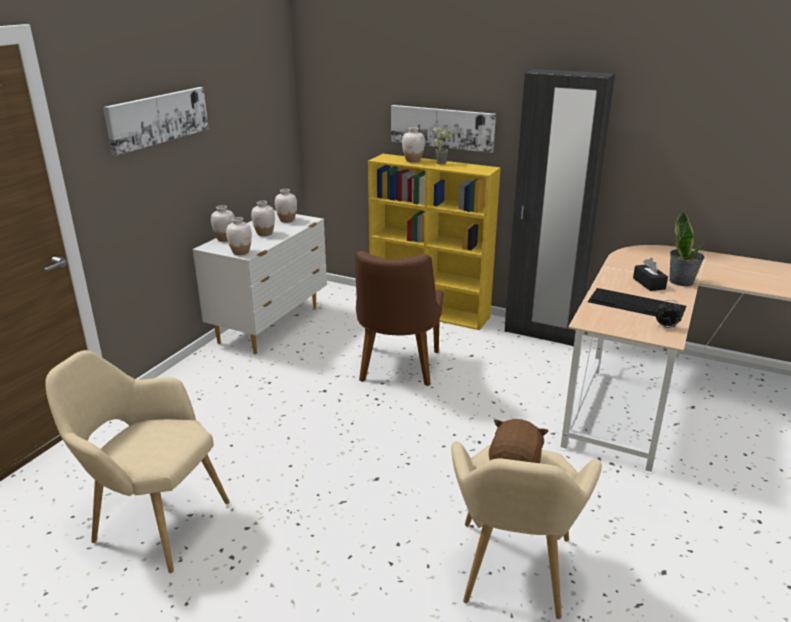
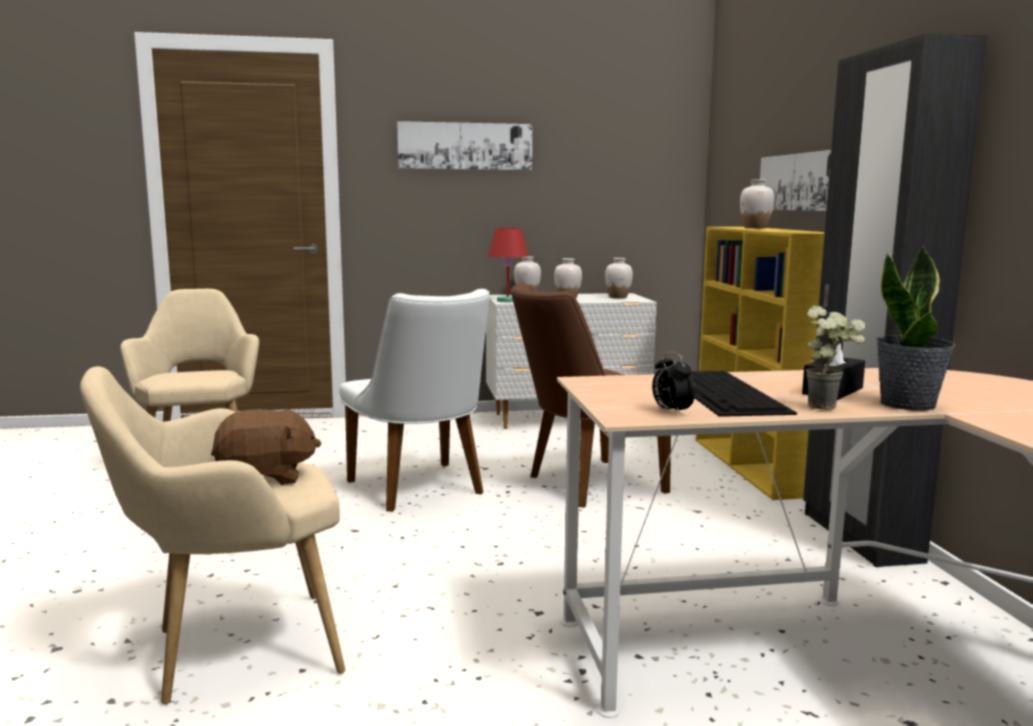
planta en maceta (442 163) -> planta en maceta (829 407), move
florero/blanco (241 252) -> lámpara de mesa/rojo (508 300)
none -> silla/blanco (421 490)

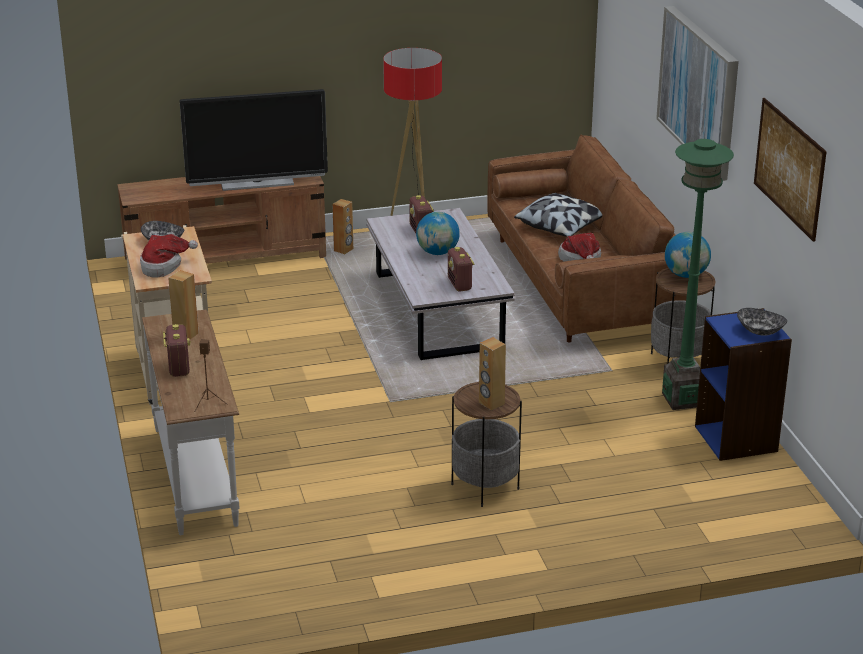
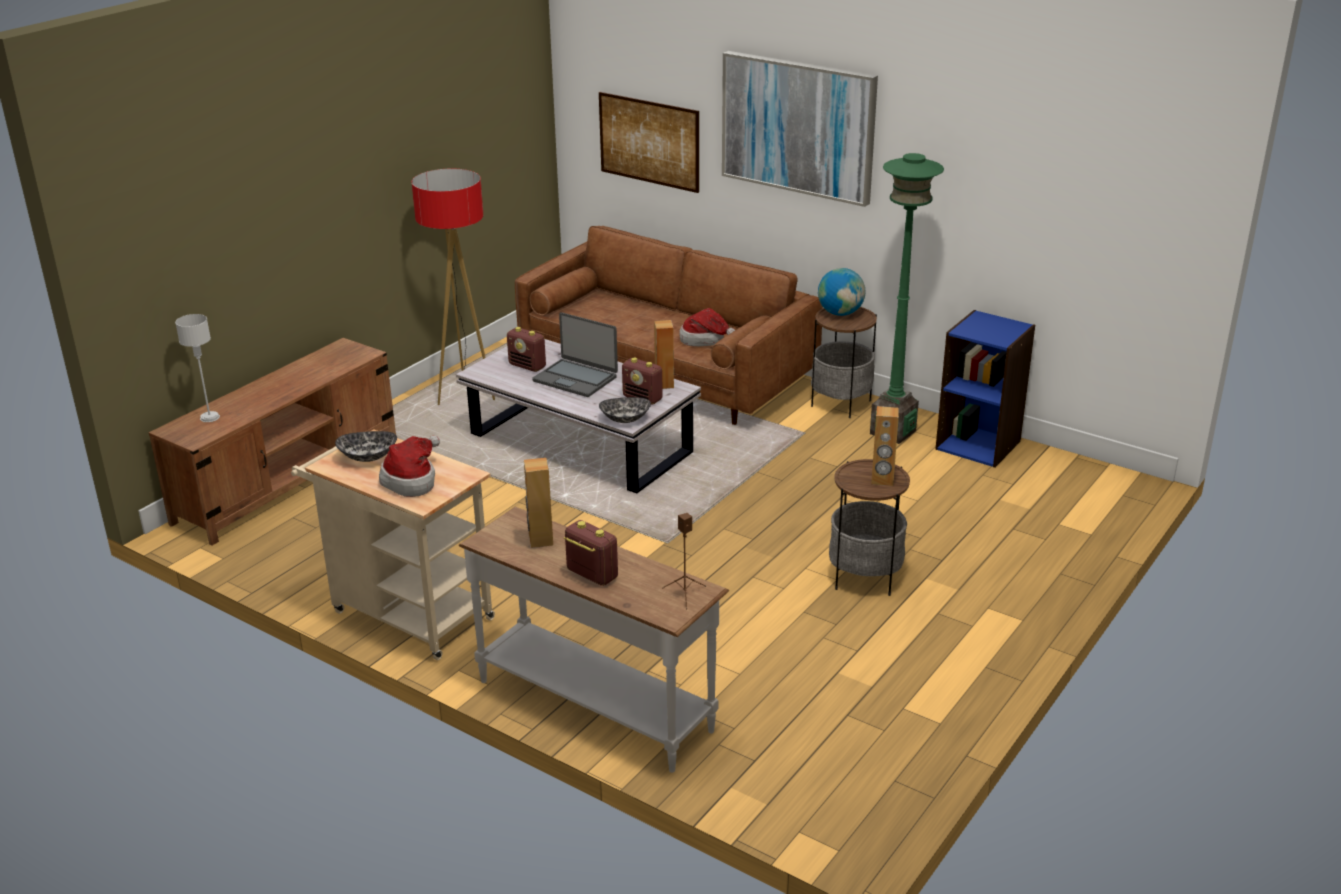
televisor (257 183) -> none
cuadro (789 168) -> cuadro (649 141), move
cojín (561 227) -> none
altavoz/marrón (344 250) -> altavoz/marrón (664 384), move
globo terráqueo (438 252) -> portátil (575 379)
cuenco (760 331) -> cuenco (625 419), move
none -> lámpara de mesa/gris (209 417)

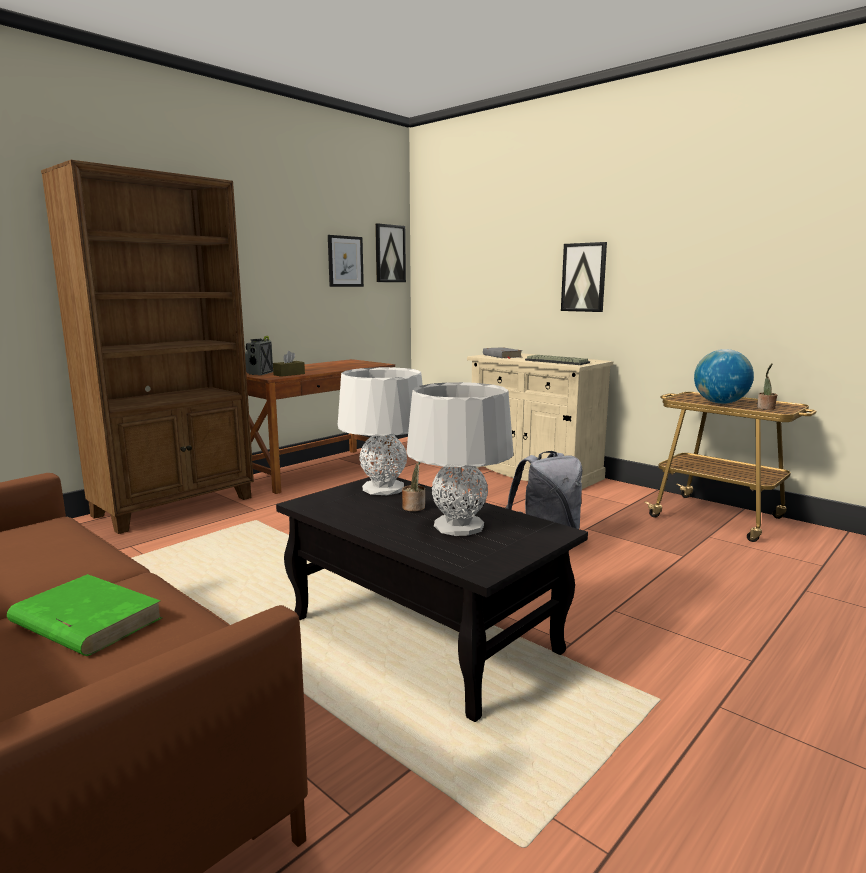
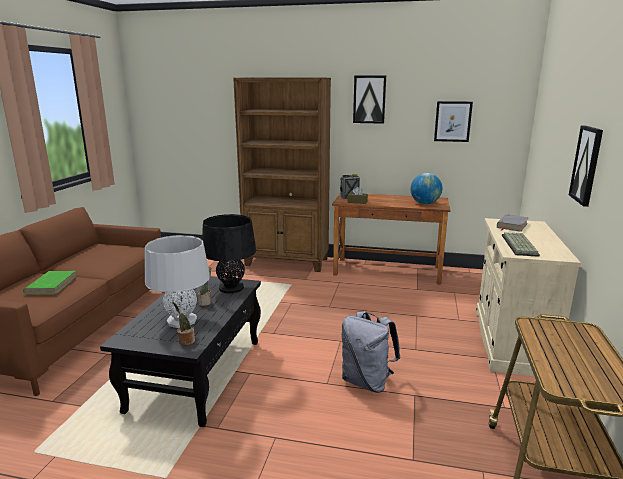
cuadro (389 253) -> cuadro (369 99), move
globo terráqueo (720 403) -> globo terráqueo (425 203), move
planta en maceta (765 408) -> planta en maceta (185 341), move
lámpara de mesa/blanco (384 488) -> lámpara de mesa/negro (231 288)

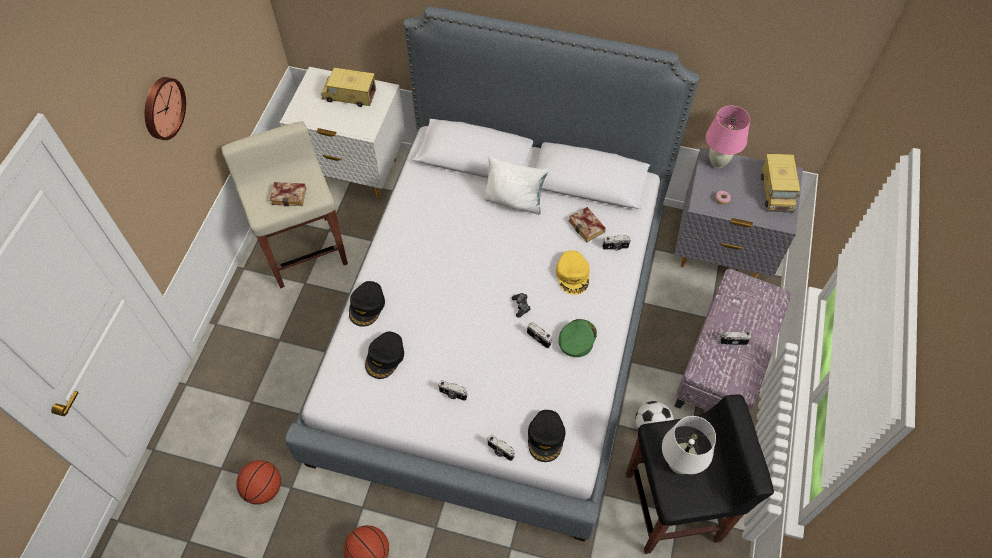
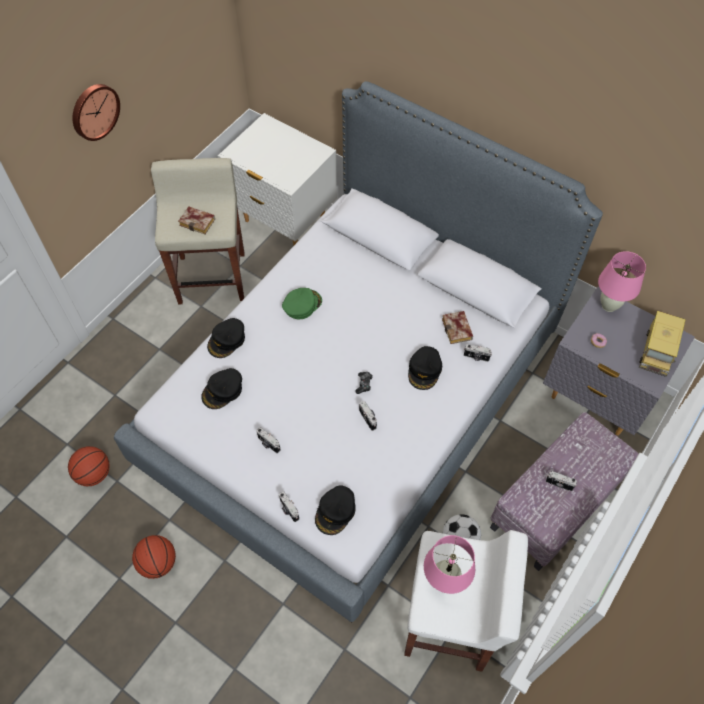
camión de juguete (349 95) -> none
cojín/blanco (514 201) -> none
gorra/amarillo (573 275) -> gorra/negro (425 370)
gorra/verde (577 339) -> gorra/verde (302 304), move
taburete/negro (674 507) -> taburete/blanco (450 622)
lámpara de mesa/blanco (679 465) -> lámpara de mesa/rosa (444 581)

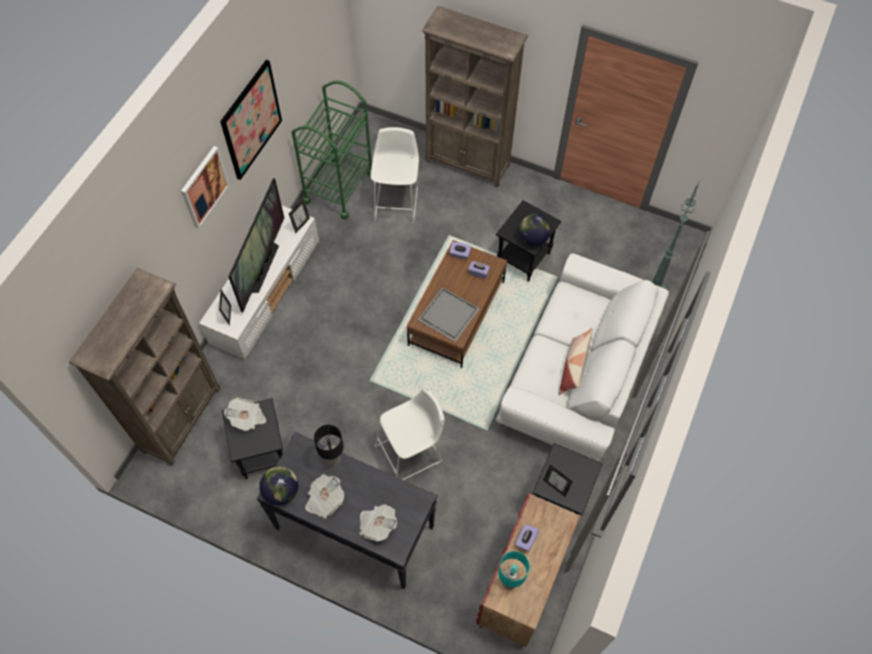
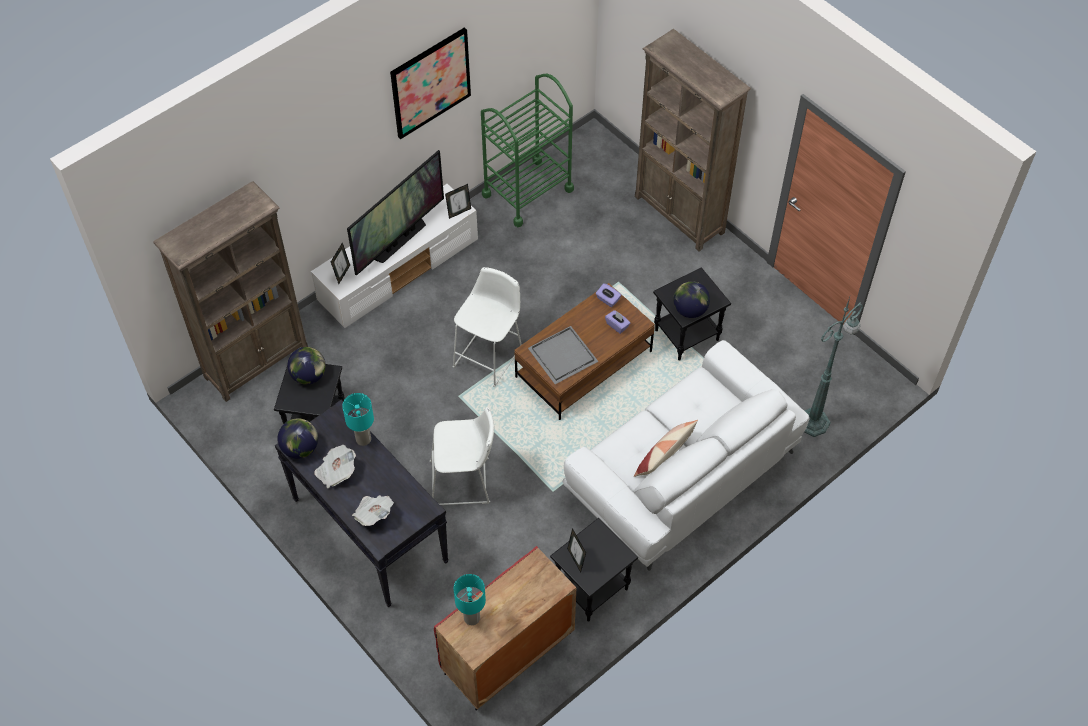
taburete/blanco (397 201) -> taburete/blanco (490 354), move
cuadro (204 187) -> none
periódico (247 418) -> globo terráqueo (309 376)
lámpara de mesa/negro (333 459) -> lámpara de mesa/turquesa (364 439)
caja de pañuelos/morado (526 540) -> none

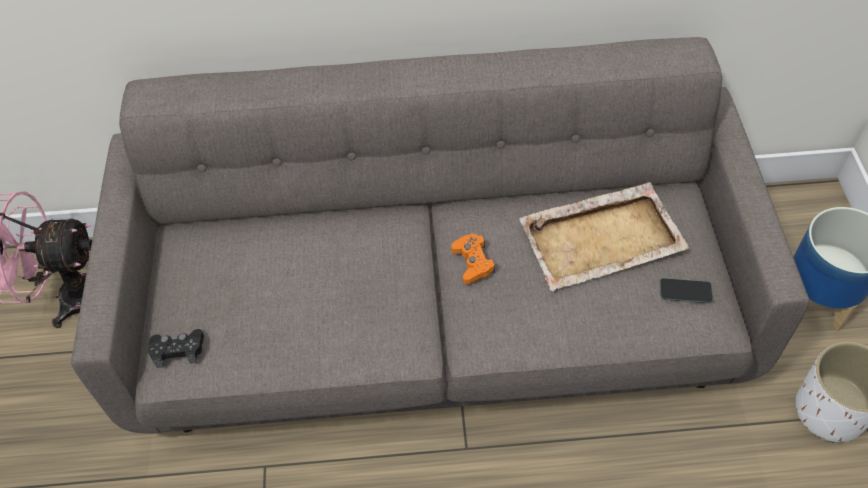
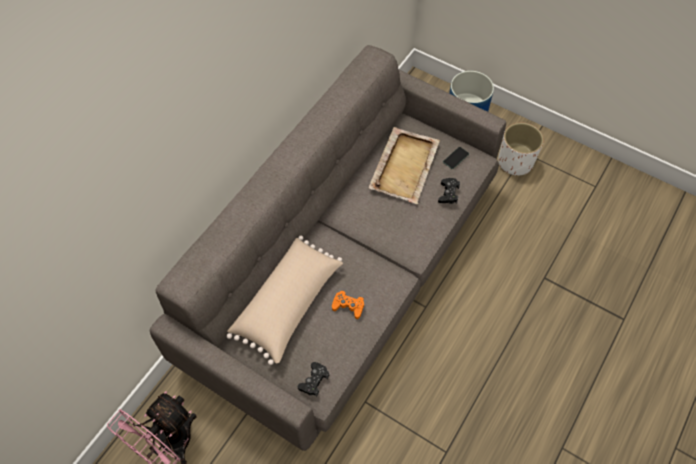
mando de consola/naranja (473 262) -> mando de consola/naranja (348 306), move
none -> mando de consola/negro (448 193)
none -> cojín/beis (289 304)

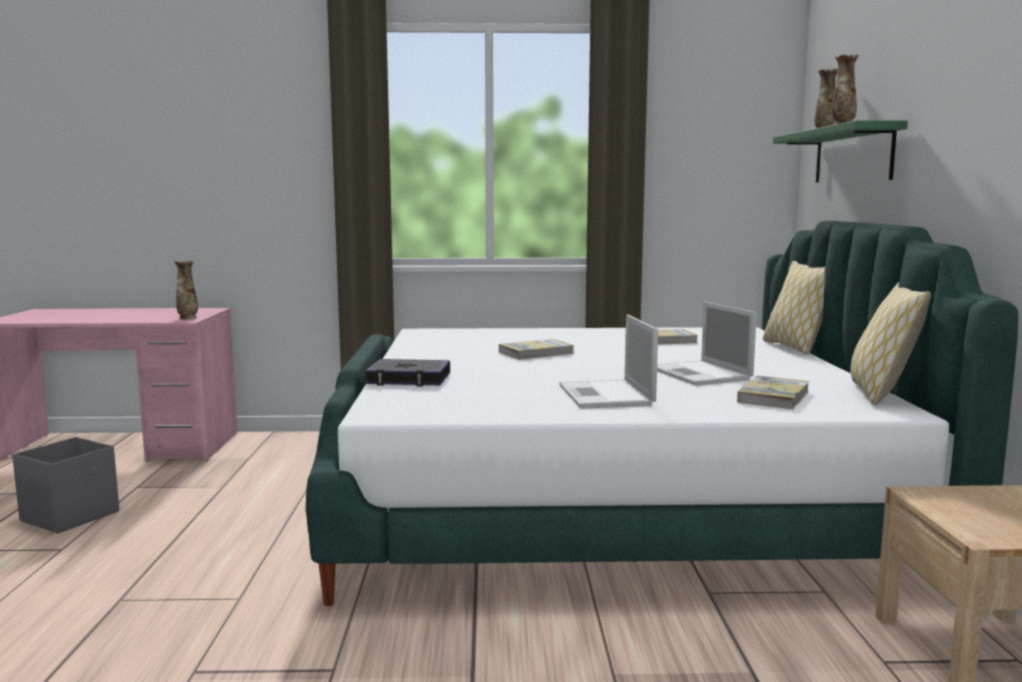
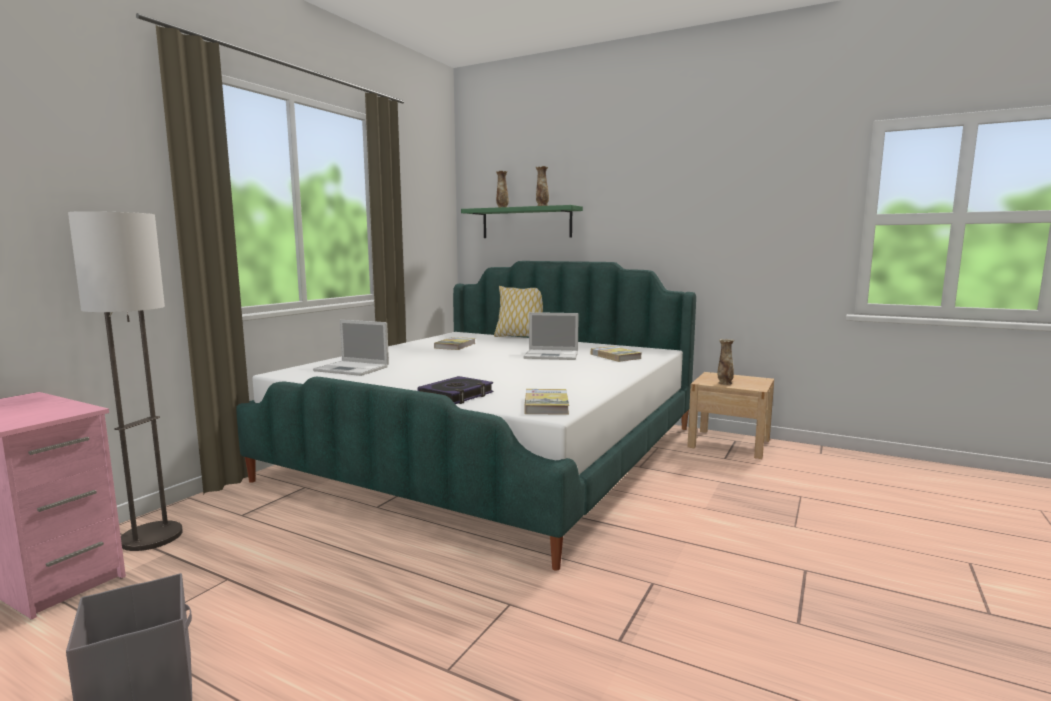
florero (188 318) -> florero (724 383), move
cojín (881 394) -> none
portátil (606 396) -> portátil (353 369), move
libro (536 353) -> libro (546 405), move
none -> lámpara de pie (151 537)

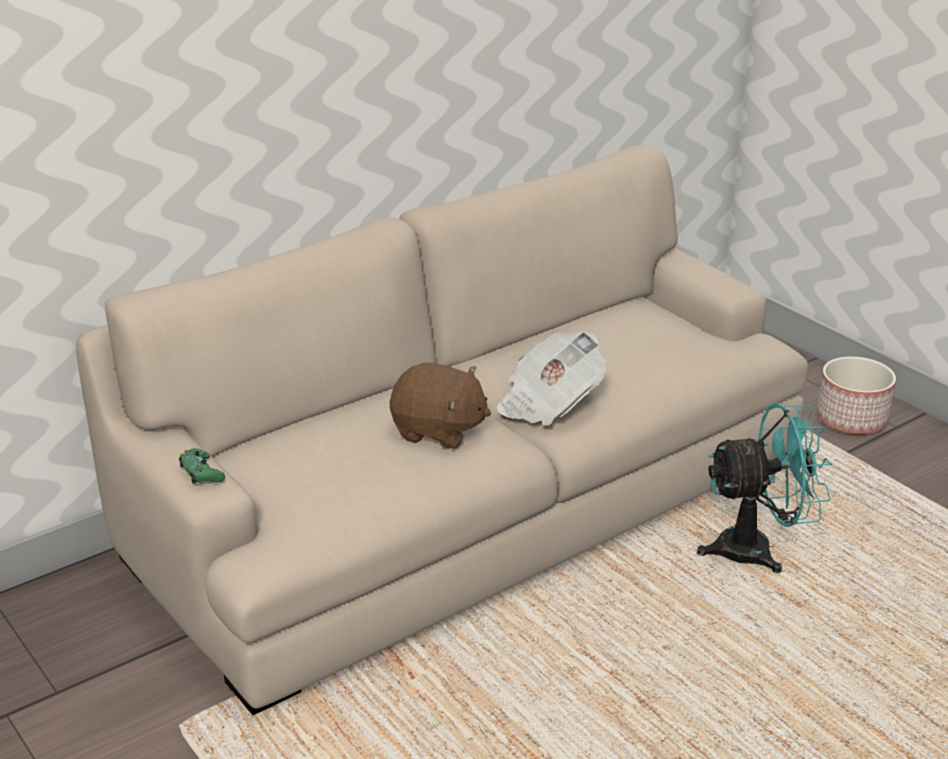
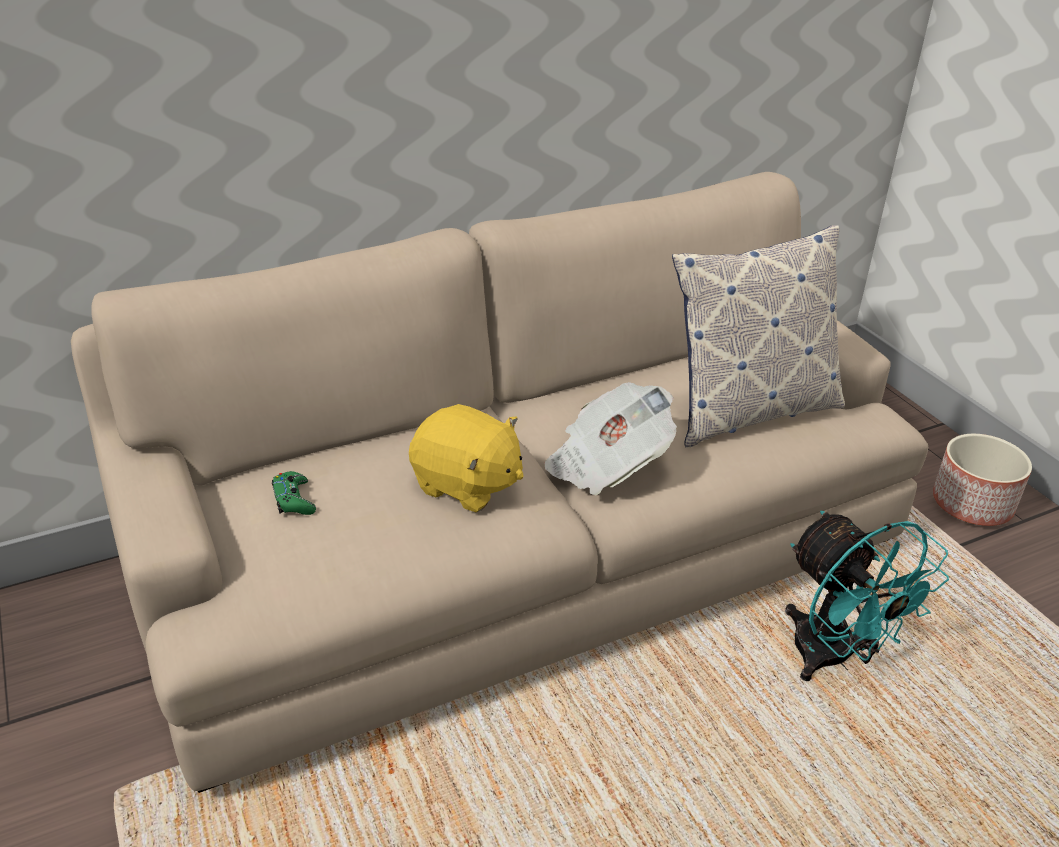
peluche/marrón (438 431) -> peluche/amarillo (467 485)
ventilador/turquesa (758 549) -> ventilador/turquesa (834 658), 60 degrees clockwise
mando de consola/verde (201 473) -> mando de consola/verde (294 500), move
none -> cojín (749 411)

